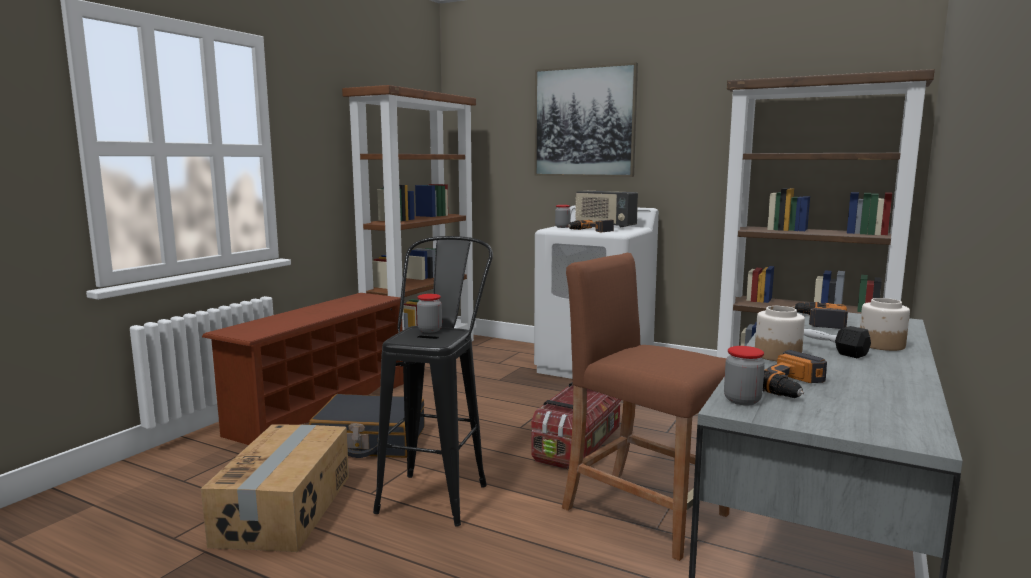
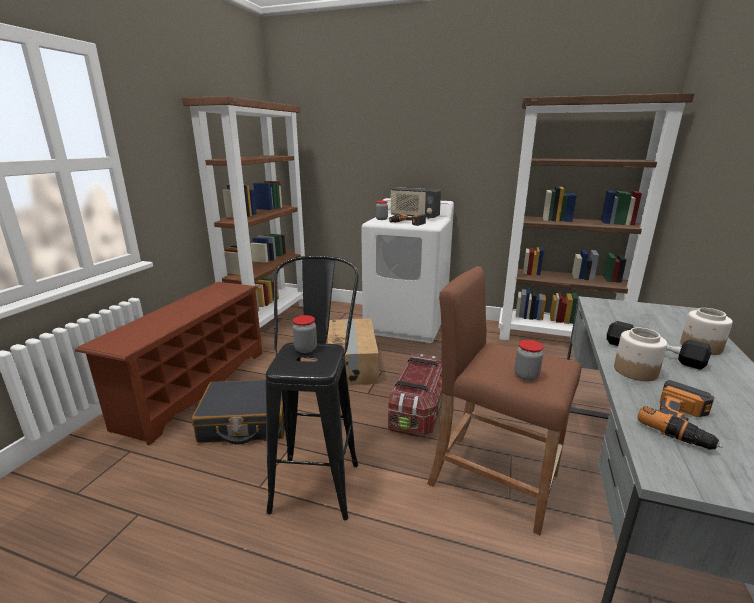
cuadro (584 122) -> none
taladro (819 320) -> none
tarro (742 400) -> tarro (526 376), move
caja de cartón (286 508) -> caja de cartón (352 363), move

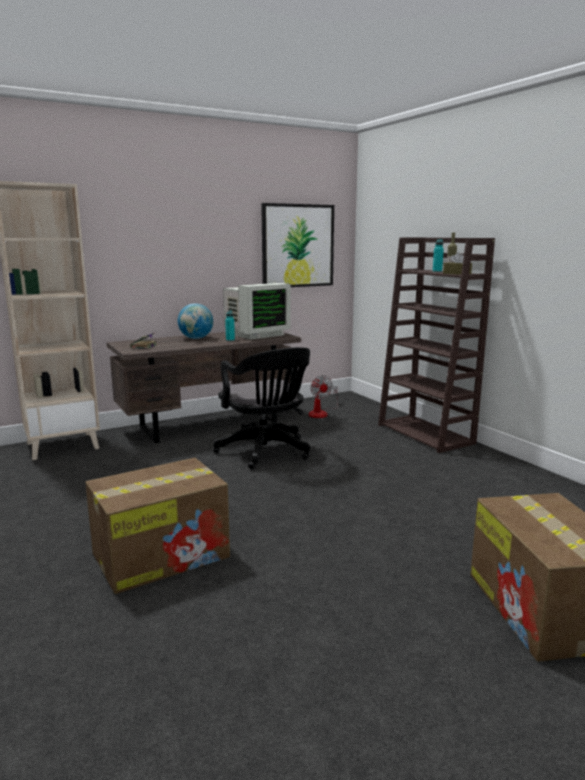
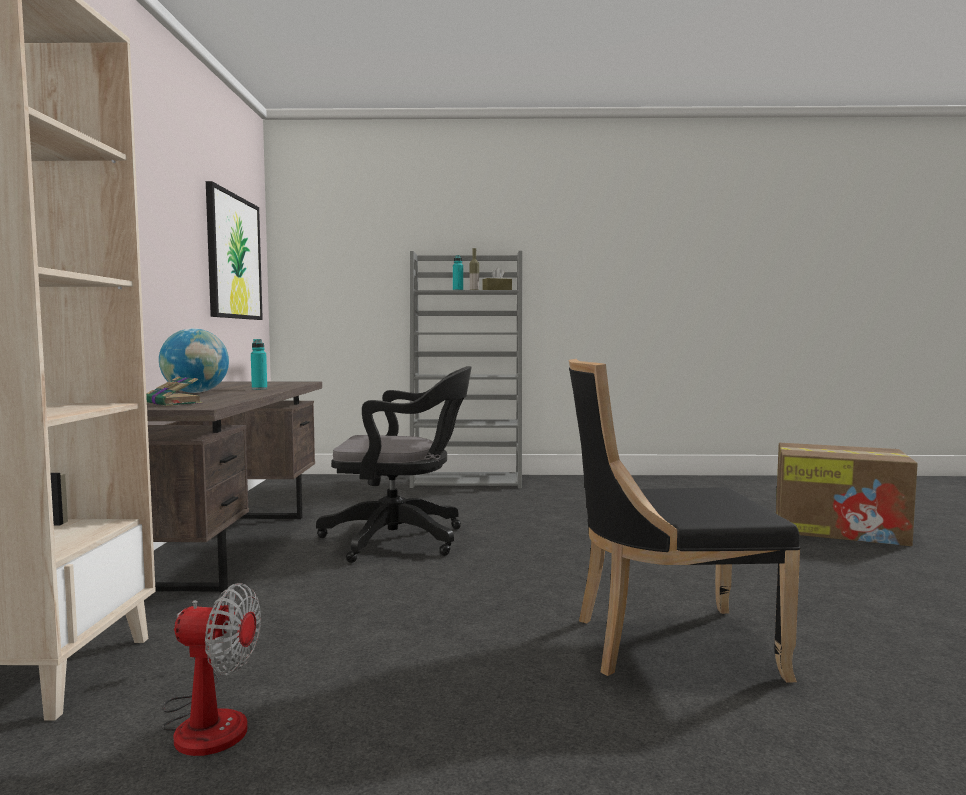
estantería/marrón (426 434) -> estantería/gris (468 481)
monitor (255 334) -> none
ventilador (321 413) -> ventilador (207 720), move
caja de cartón (163 555) -> silla/negro (665 644)

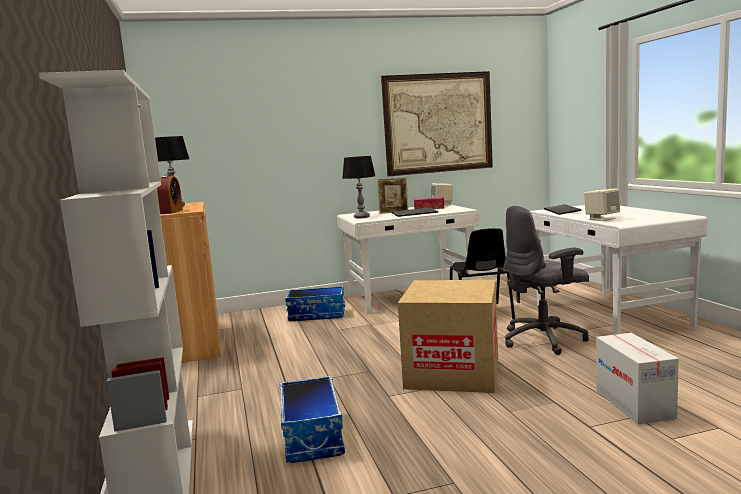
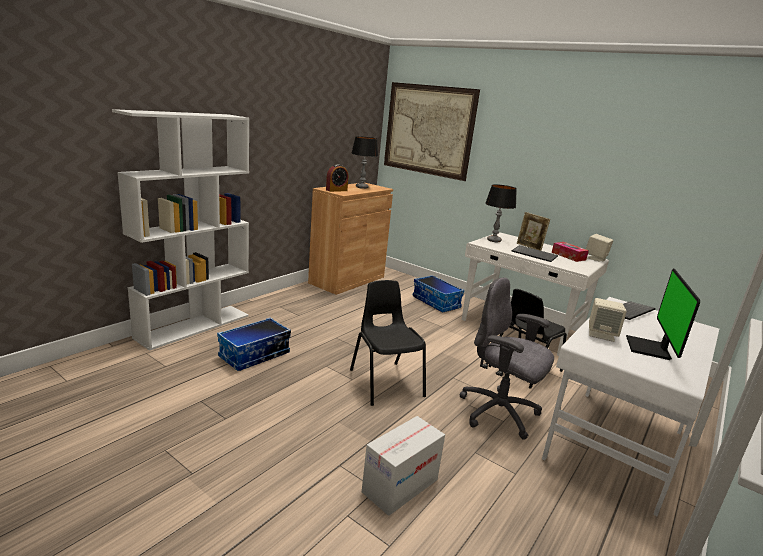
cuadro (438 123) -> cuadro (428 130), move
caja de cartón (453 373) -> silla/negro (385 382)
none -> monitor (650 349)

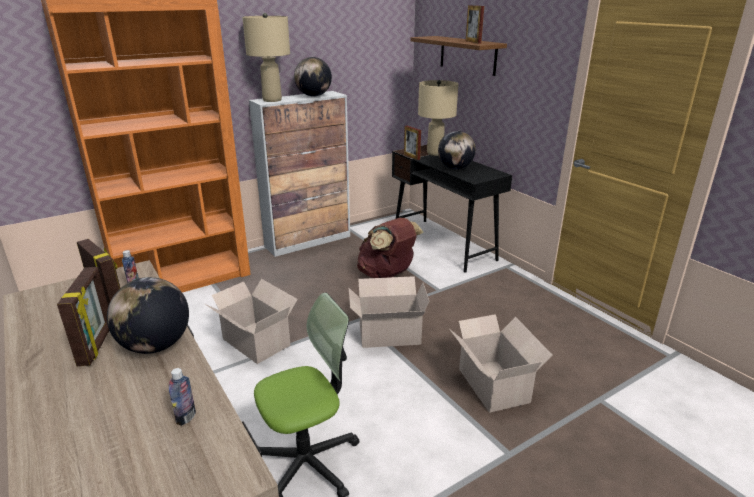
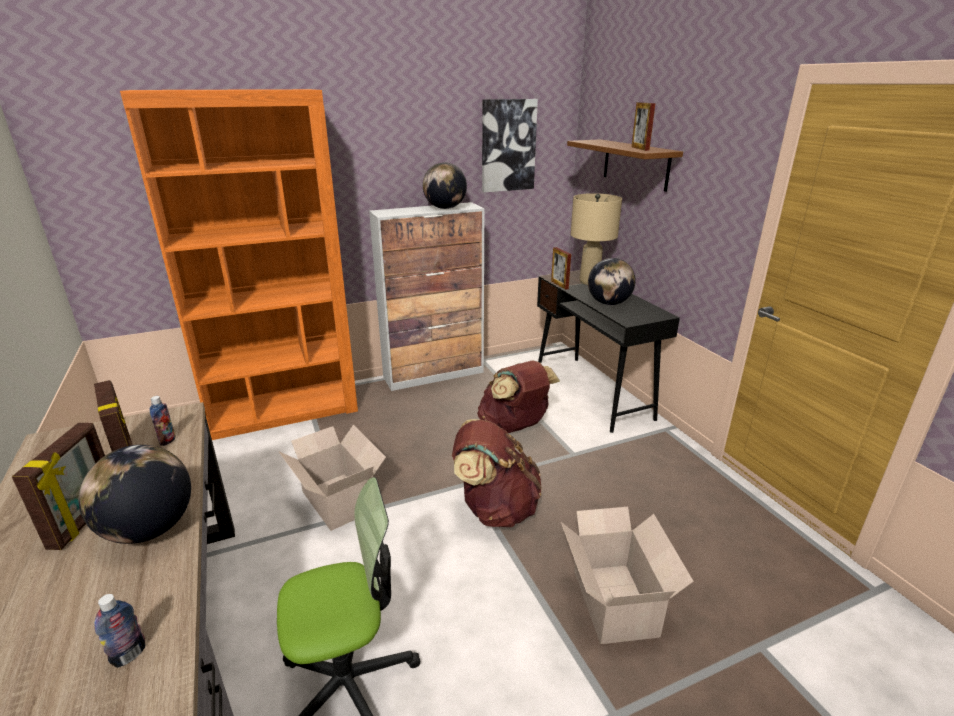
lámpara de mesa/beis (272 100) -> none
caja de cartón (387 334) -> mochila/marrón (495 508)
none -> cuadro (508 146)

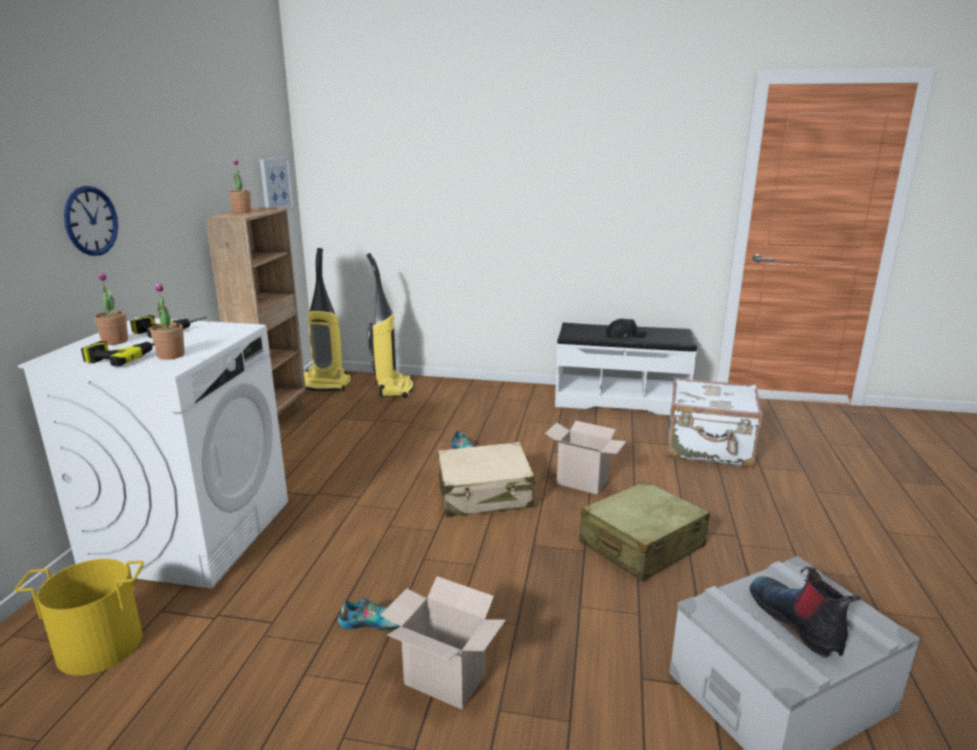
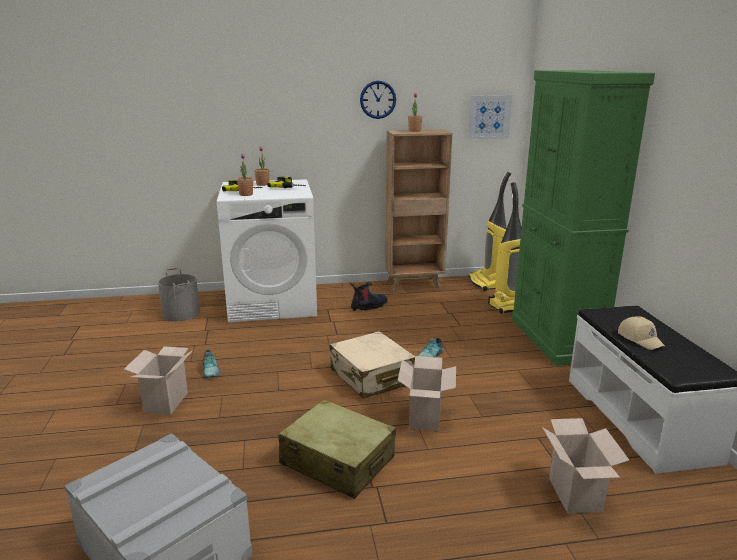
reloj de pared (91 221) -> reloj de pared (378 99), move
gorra/negro (625 335) -> gorra/beis (640 339)
maleta/blanco (709 448) -> caja de cartón (577 495)
cubo/amarillo (100 644) -> cubo/gris (182 313)
bota (797 622) -> bota (369 306), move
none -> armario/verde (555 338)

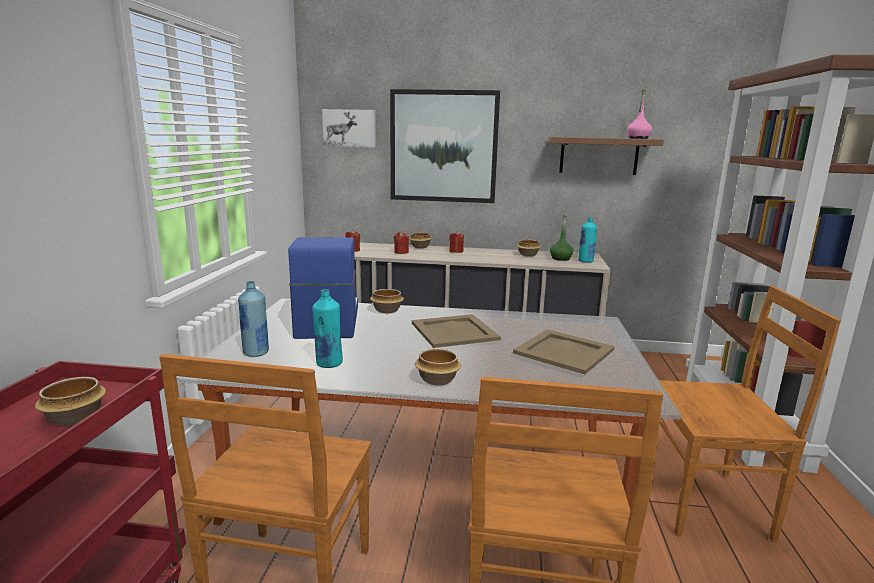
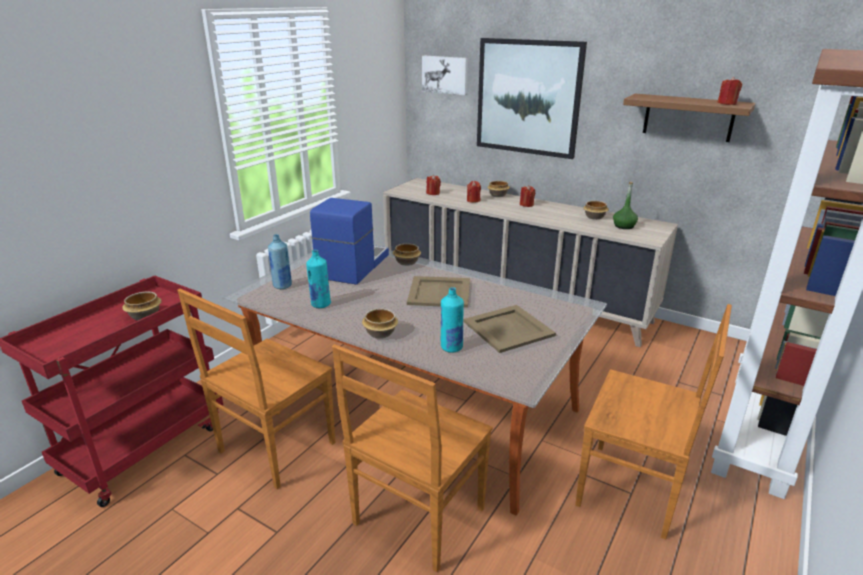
botella/rosa (638 138) -> vela/rojo (727 103)
botella/turquesa (585 261) -> botella/turquesa (451 347), move

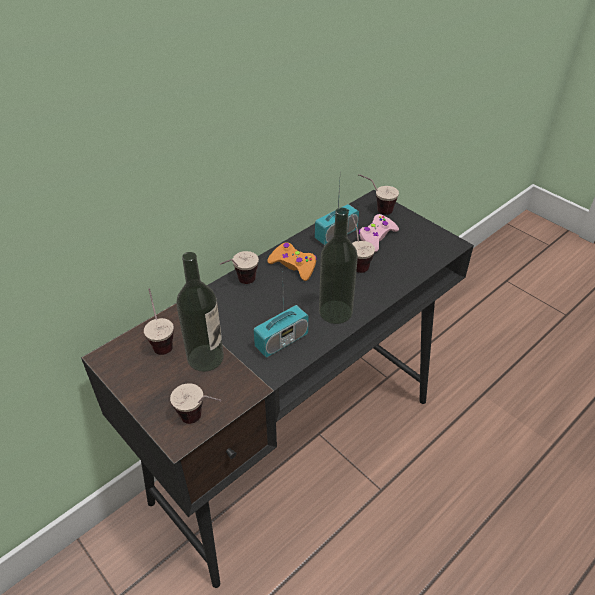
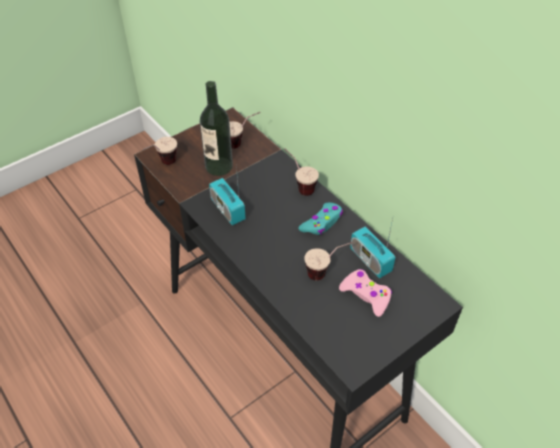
taza (375 209) -> none
botella (335 312) -> none
mando de consola/naranja (293 265) -> mando de consola/turquesa (322 223)

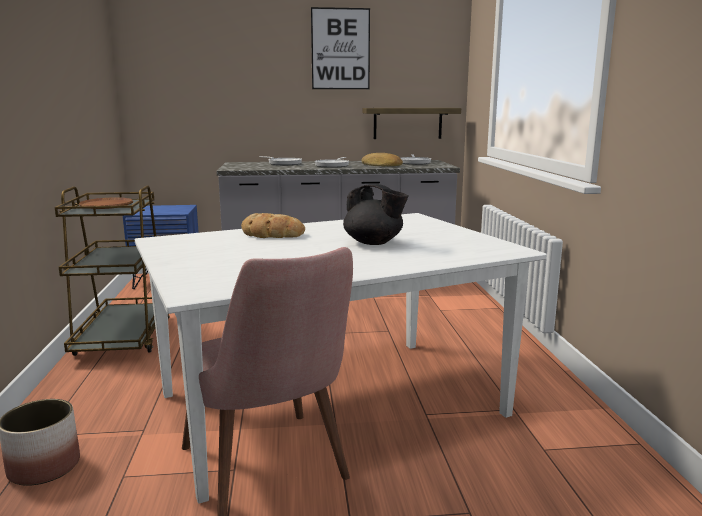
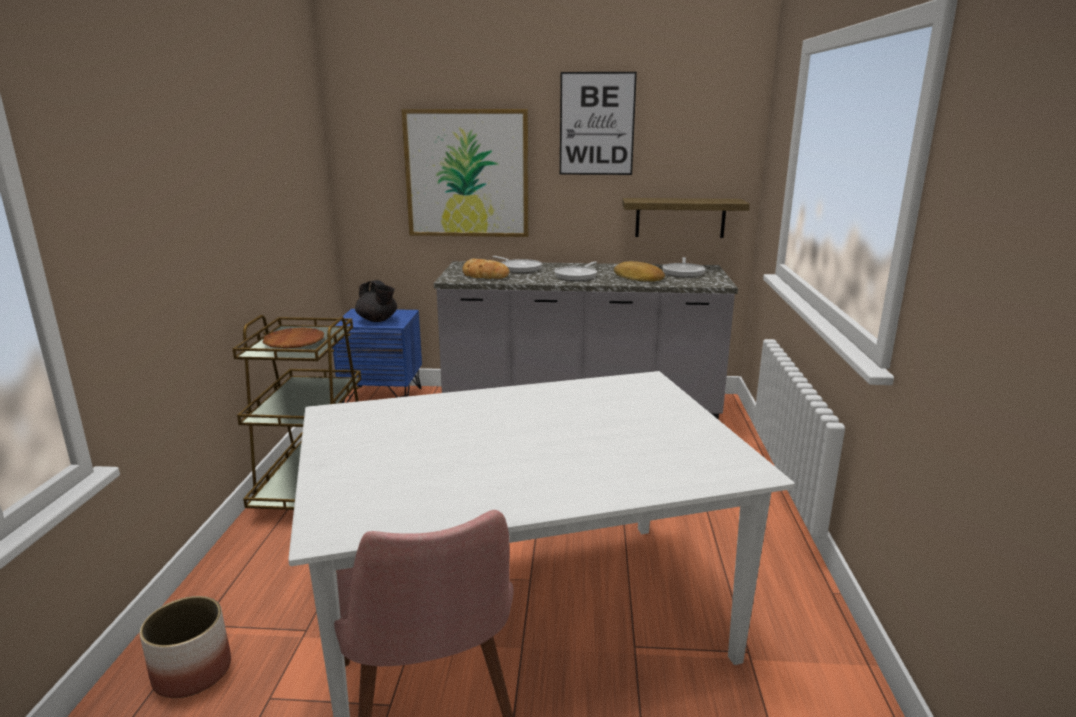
tetera/negro (374 243) -> tetera/negro (377 320), move
pan (271 234) -> pan (484 275), move
none -> cuadro (467 174)

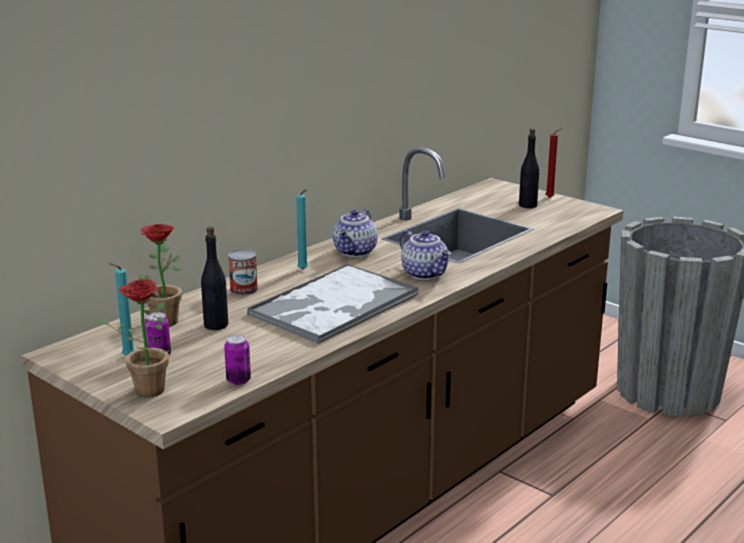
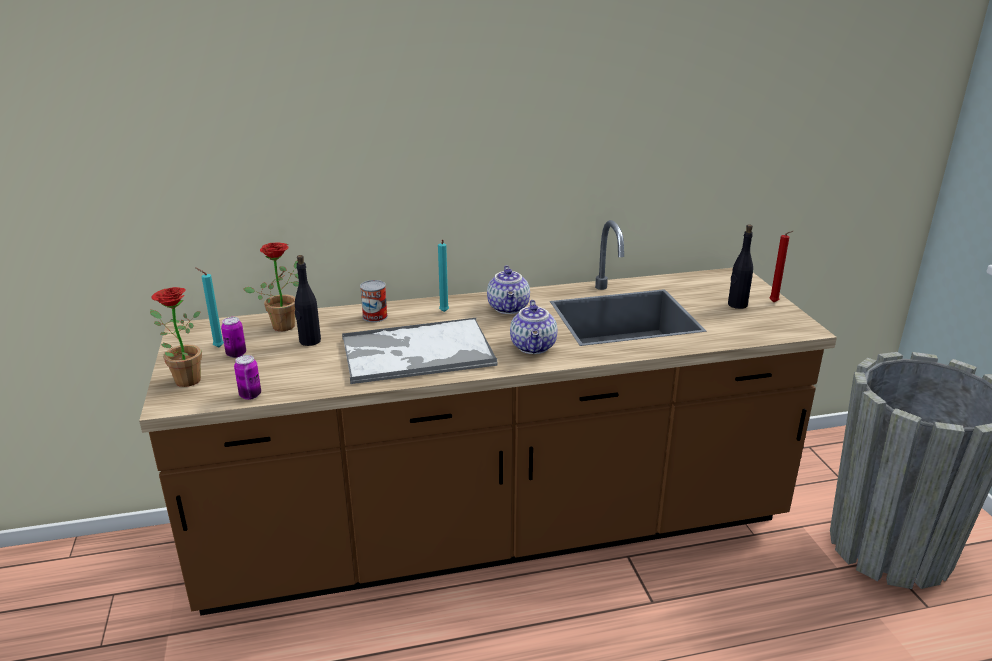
tetera (356 252) -> tetera (509 308), 60 degrees counterclockwise

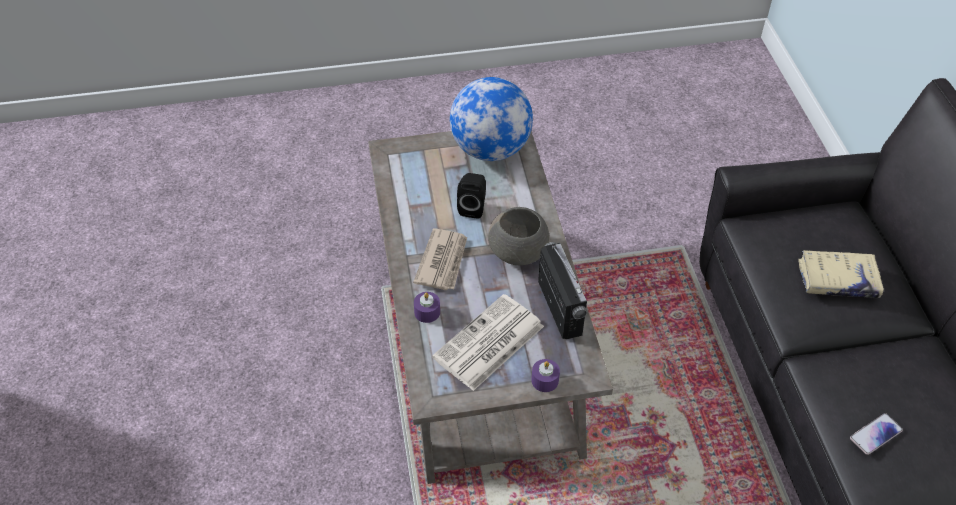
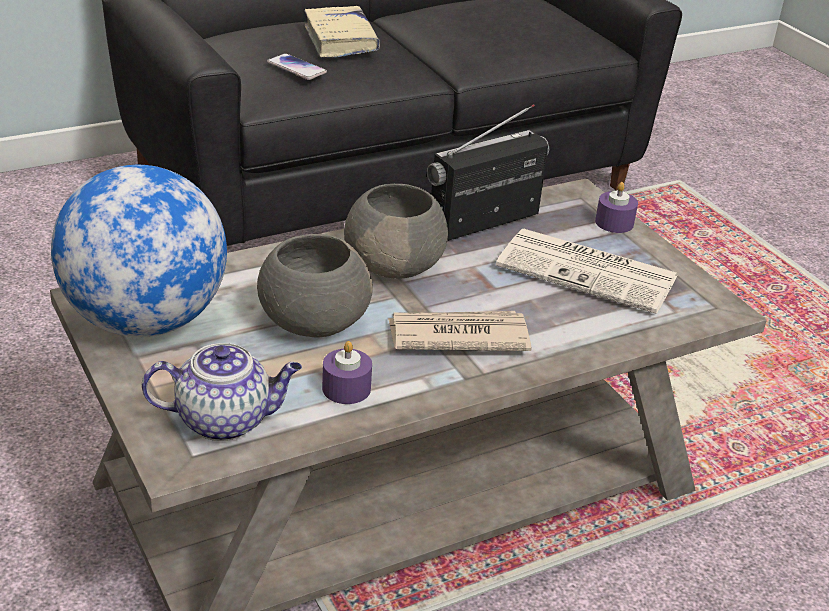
altavoz/negro (473 207) -> cuenco/gris (312 321)
vela/morado (427 312) -> vela/morado (346 388), move
móvil (875 434) -> móvil (296 68), move
none -> tetera (225 420)

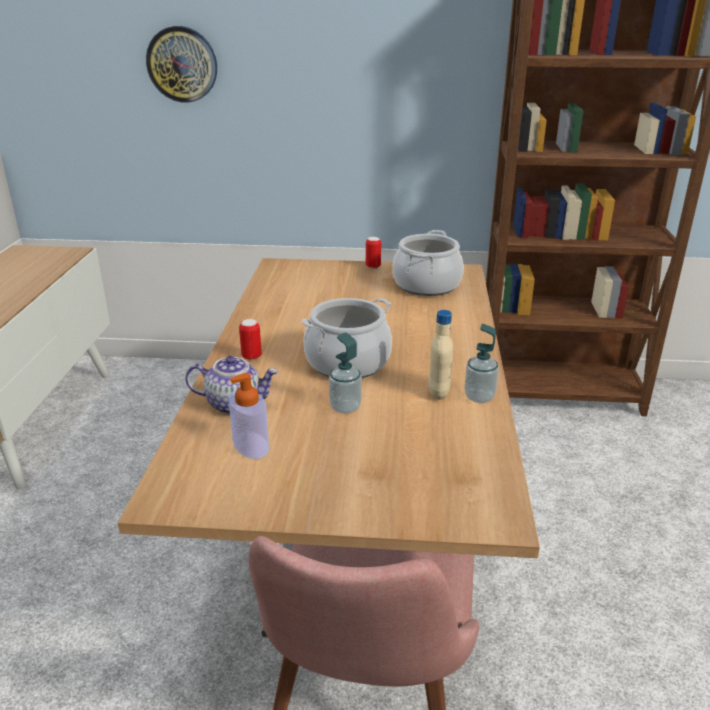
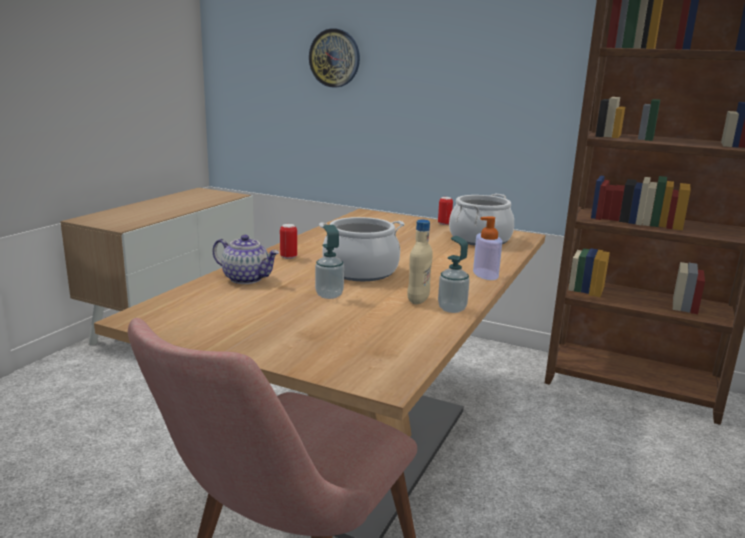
dispensador de jabón (250 445) -> dispensador de jabón (485 274), move

